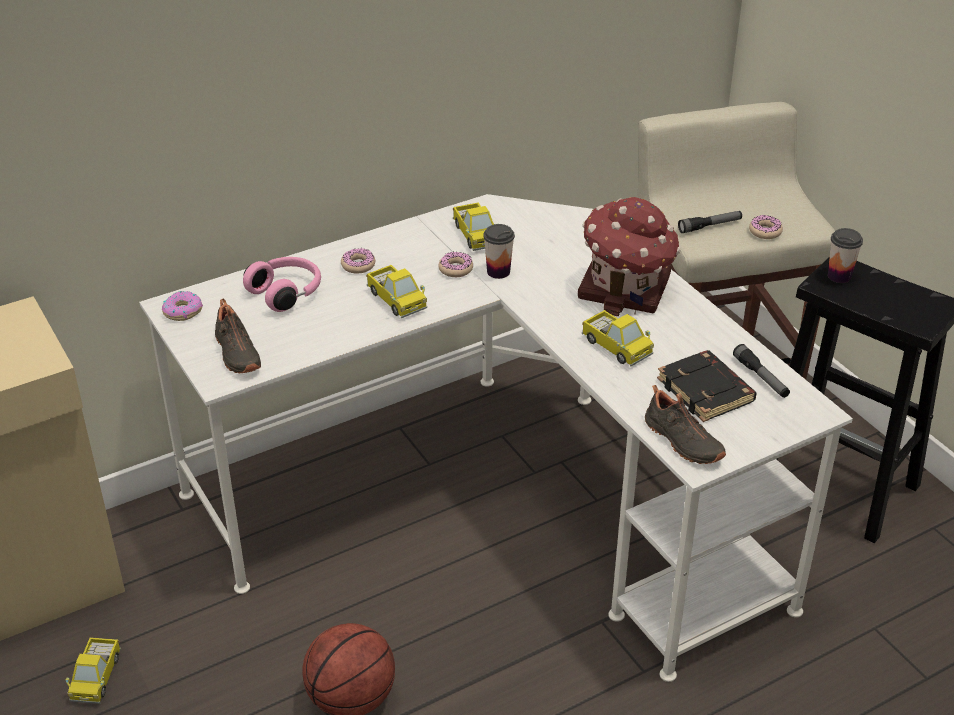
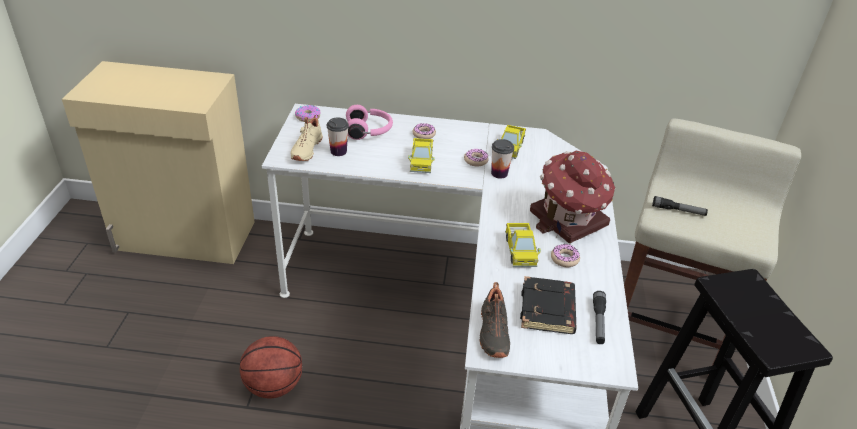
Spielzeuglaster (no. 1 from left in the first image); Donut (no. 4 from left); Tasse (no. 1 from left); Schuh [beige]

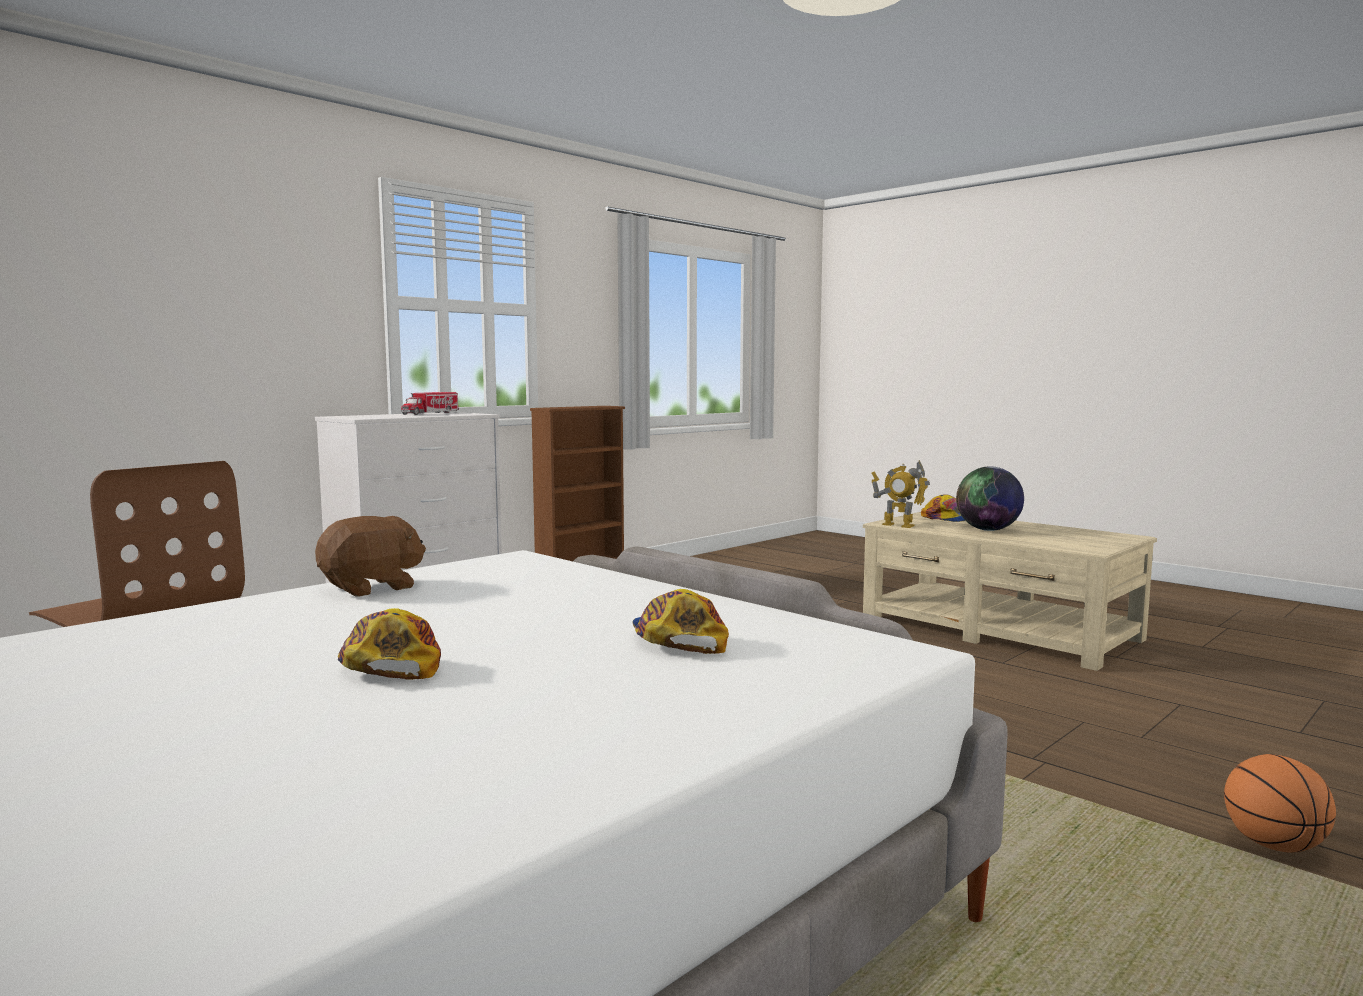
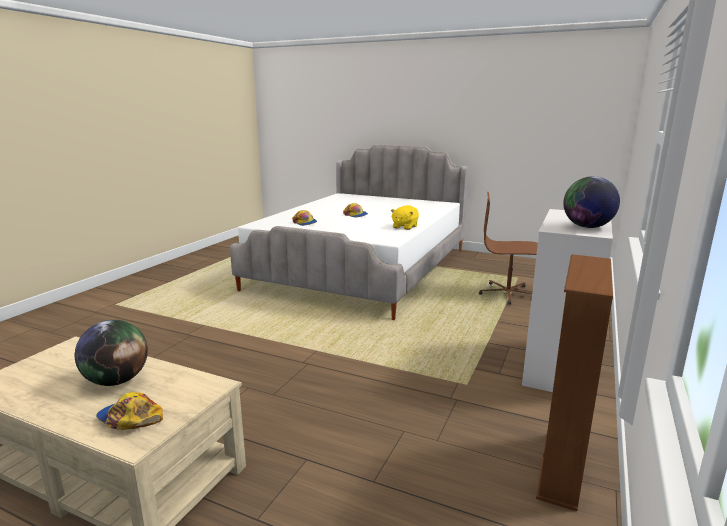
Spielzeugroboter; Basketball; Globus (no. 2 from left); Plüschtier [gelb]

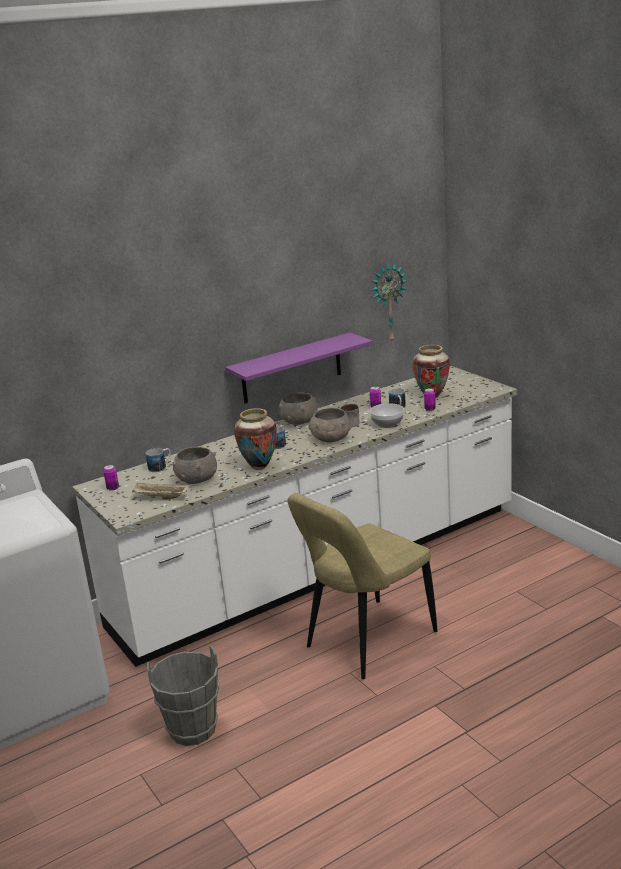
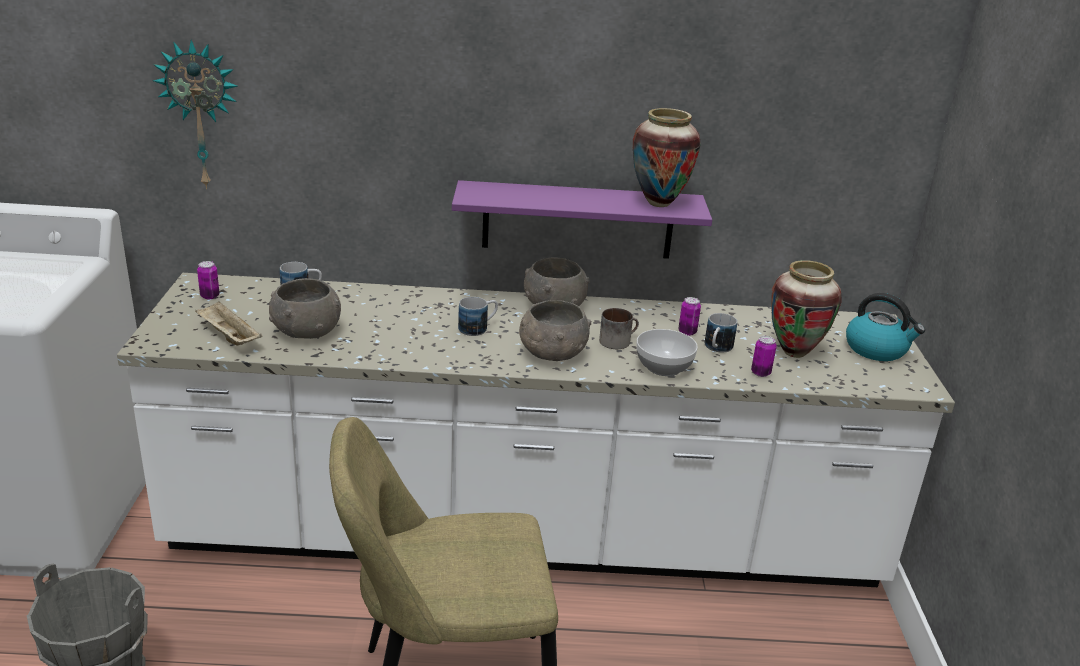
Wasserkessel; Vase (no. 1 from left); Wanduhr

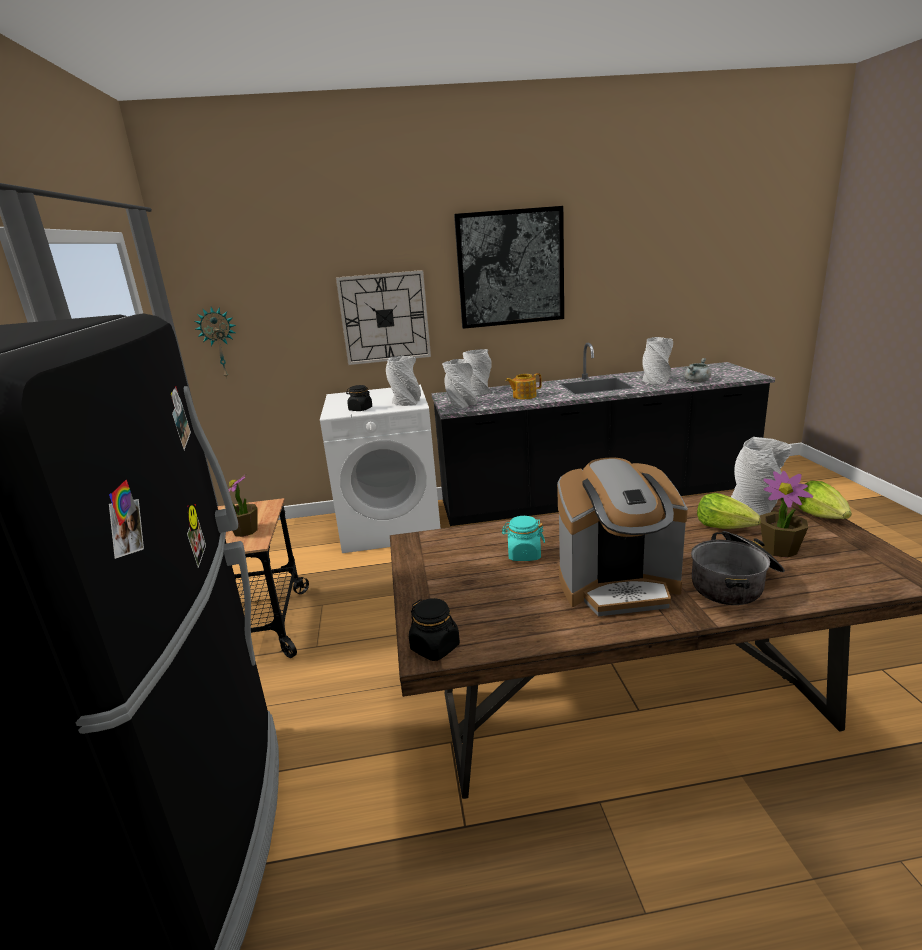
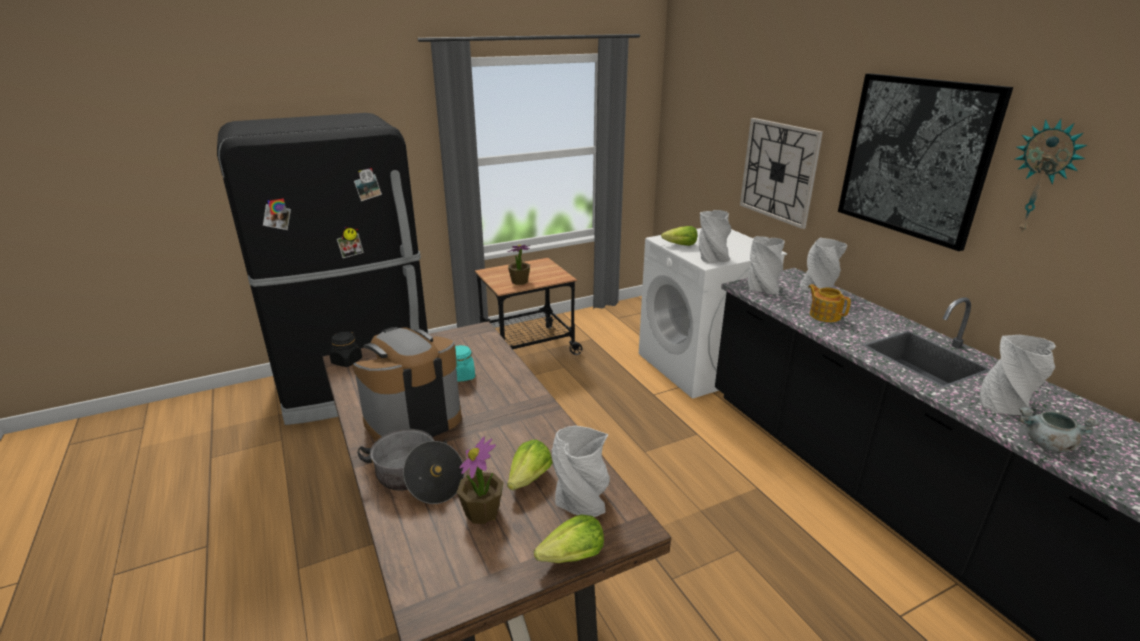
Wanduhr (no. 2 from left); Salatkopf (no. 3 from left); Kaffeemaschine

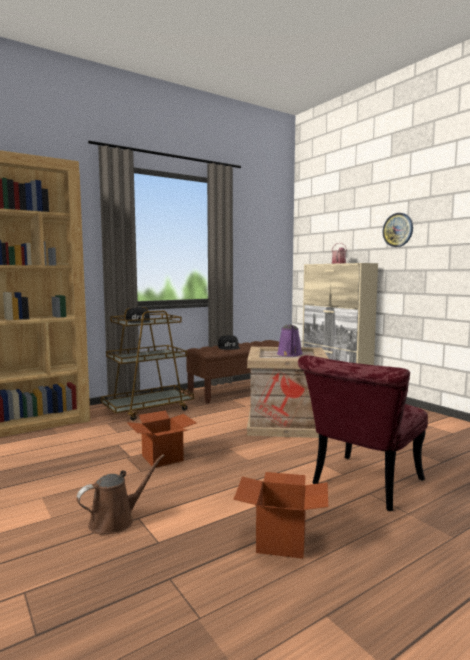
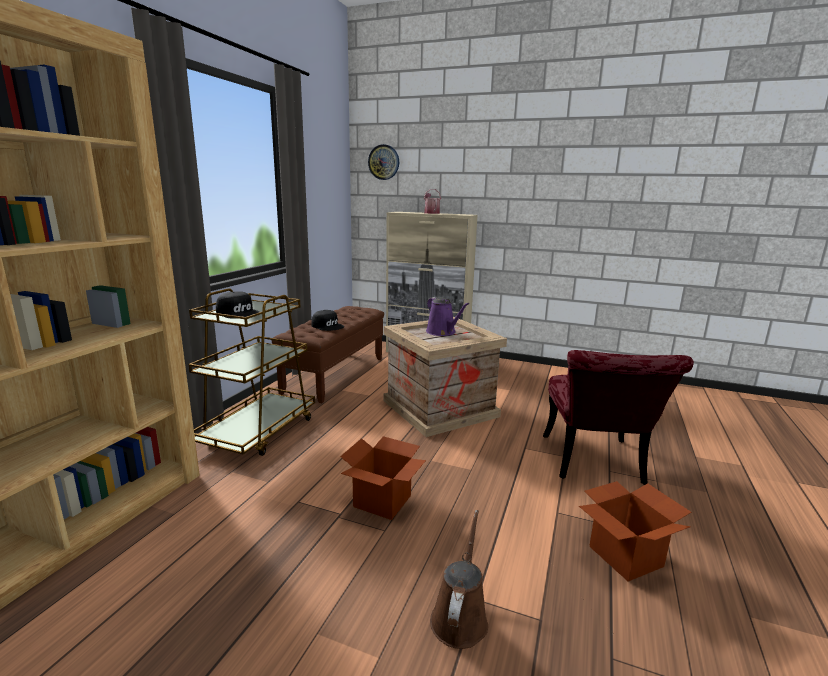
Wanduhr

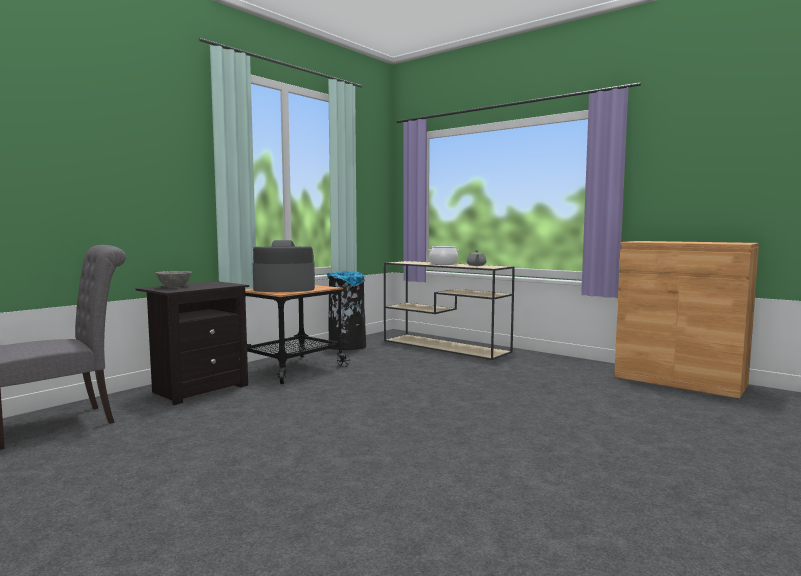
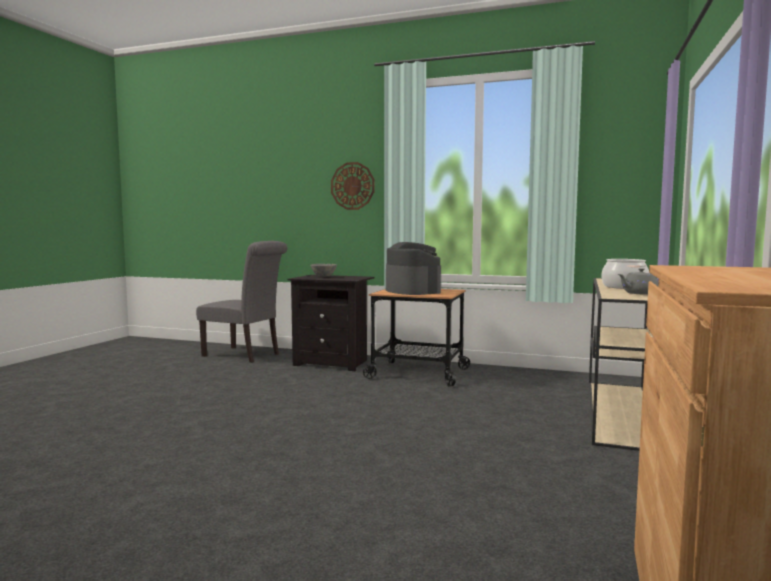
Mülleimer [schwarz]; Wanduhr

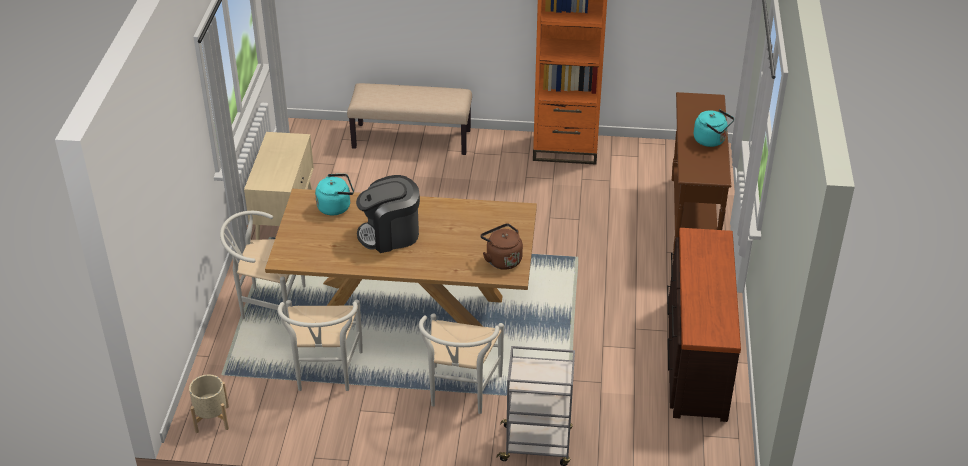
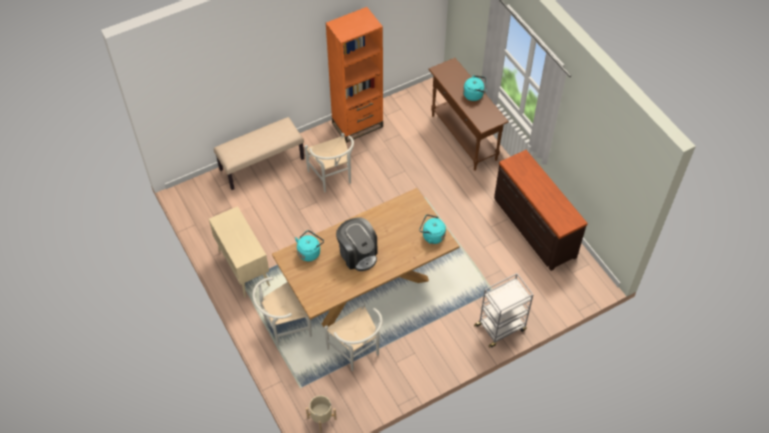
Stuhl [weiß] (no. 2 from left); Wasserkessel [türkis] (no. 2 from left); Kaffeemaschine

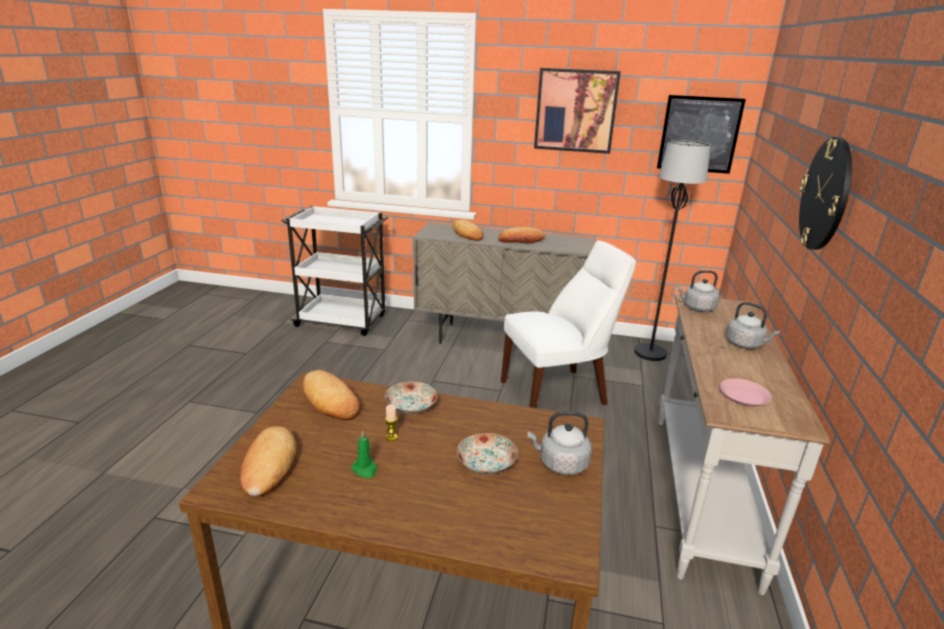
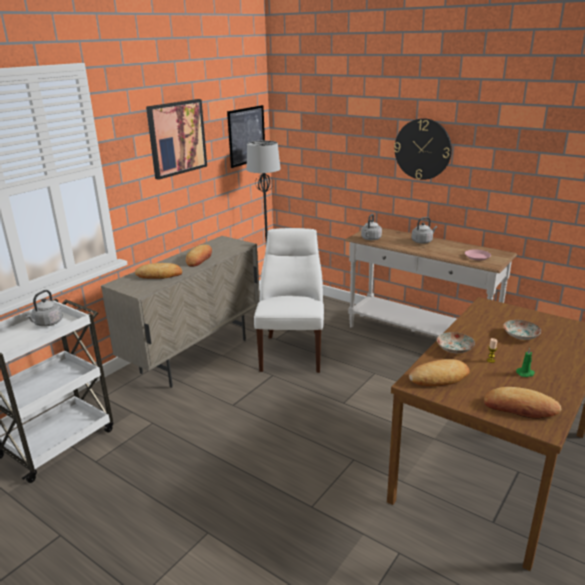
Wasserkessel [grau] (no. 1 from left)

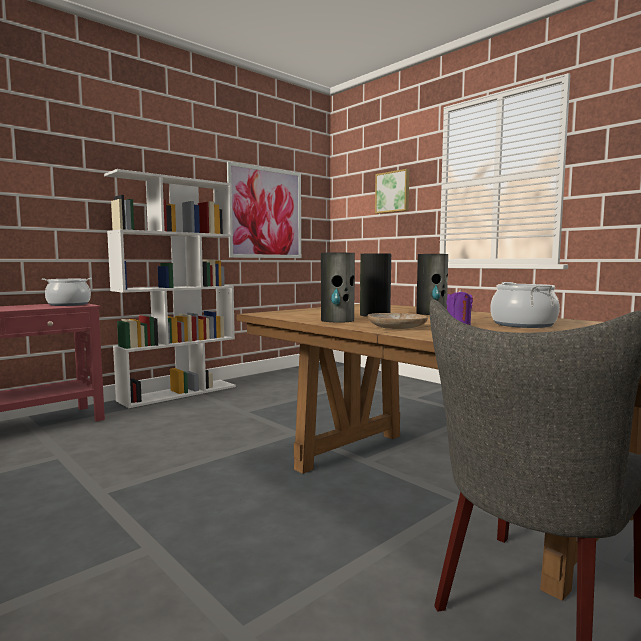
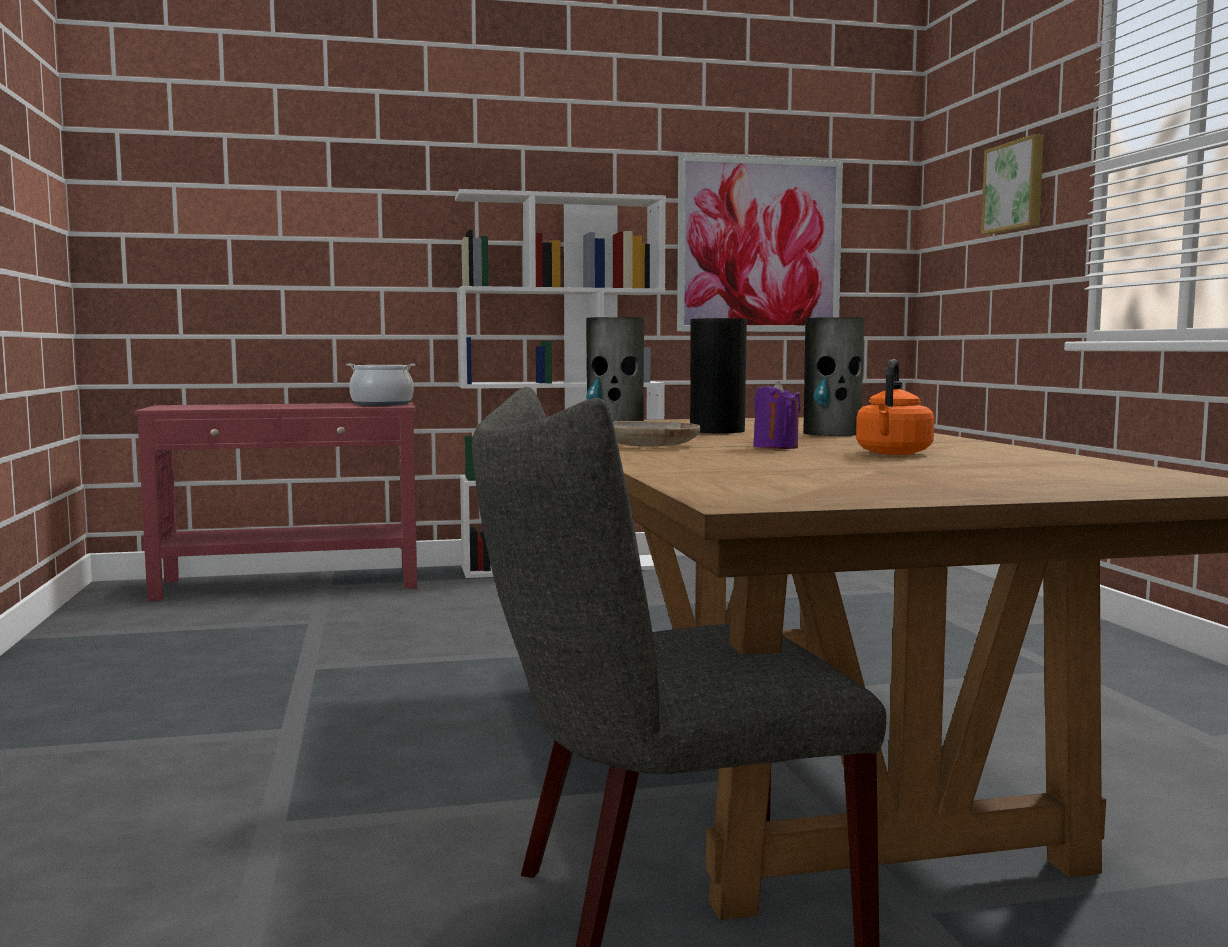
Wasserkessel [orange]

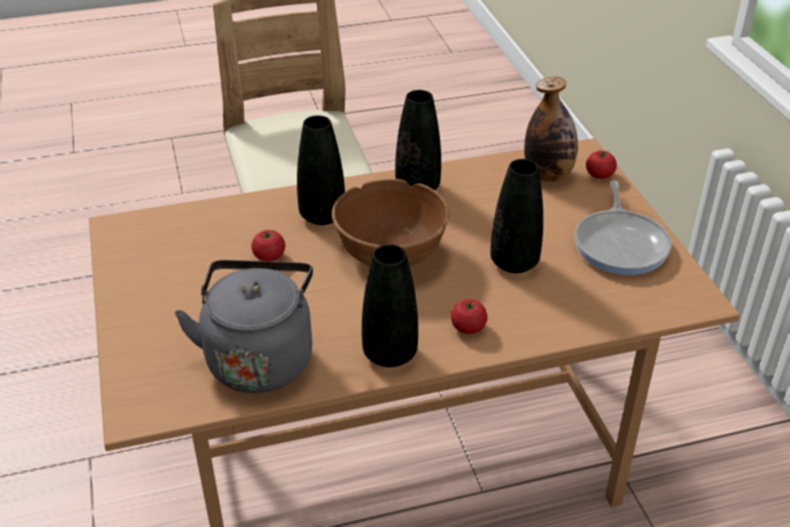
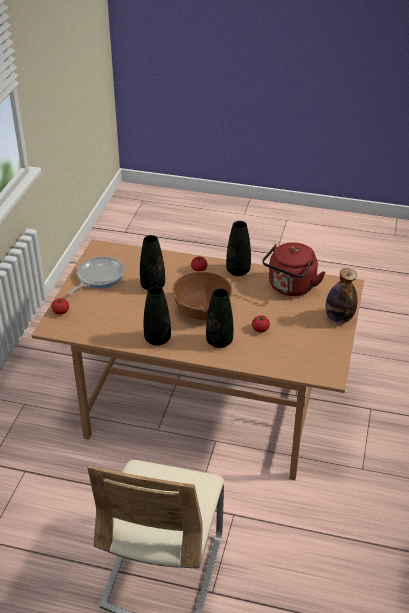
Flasche; Wasserkessel [rot]

